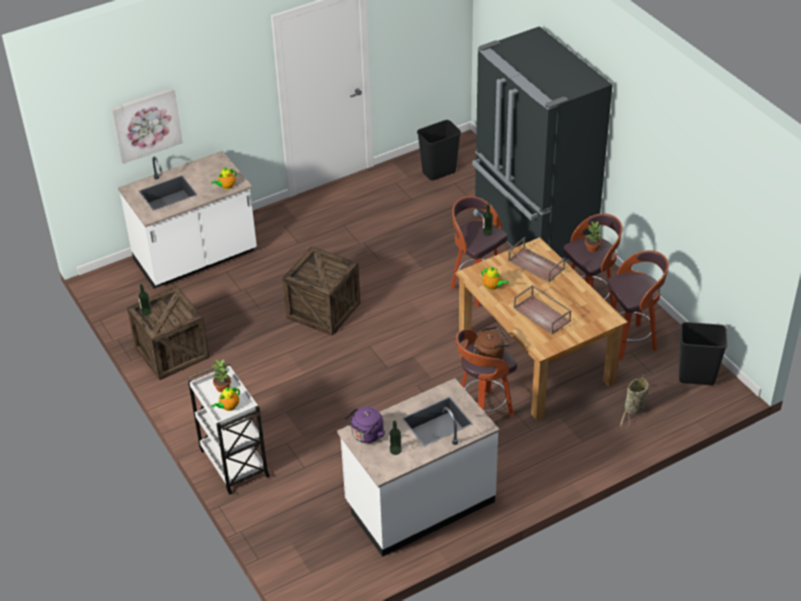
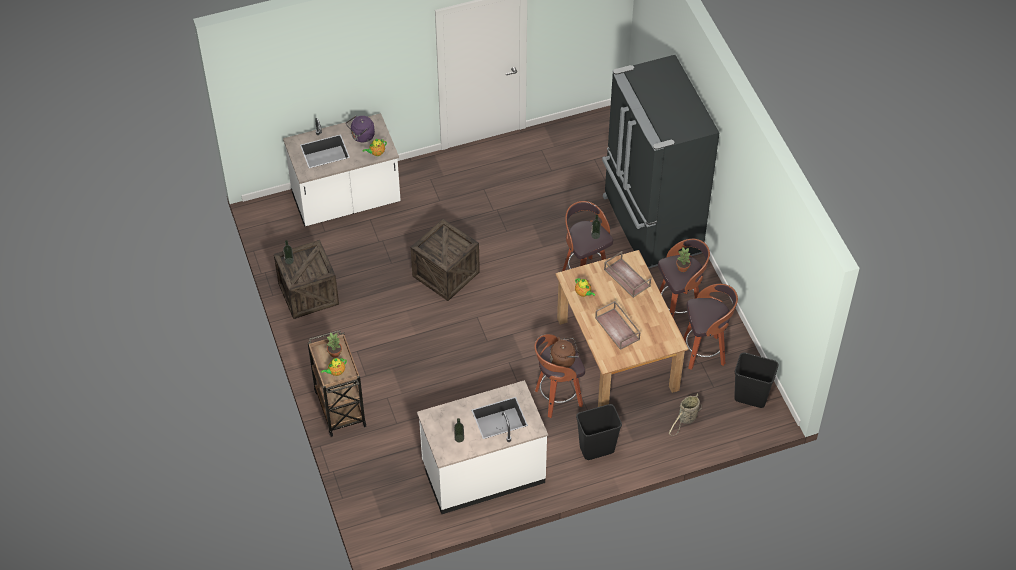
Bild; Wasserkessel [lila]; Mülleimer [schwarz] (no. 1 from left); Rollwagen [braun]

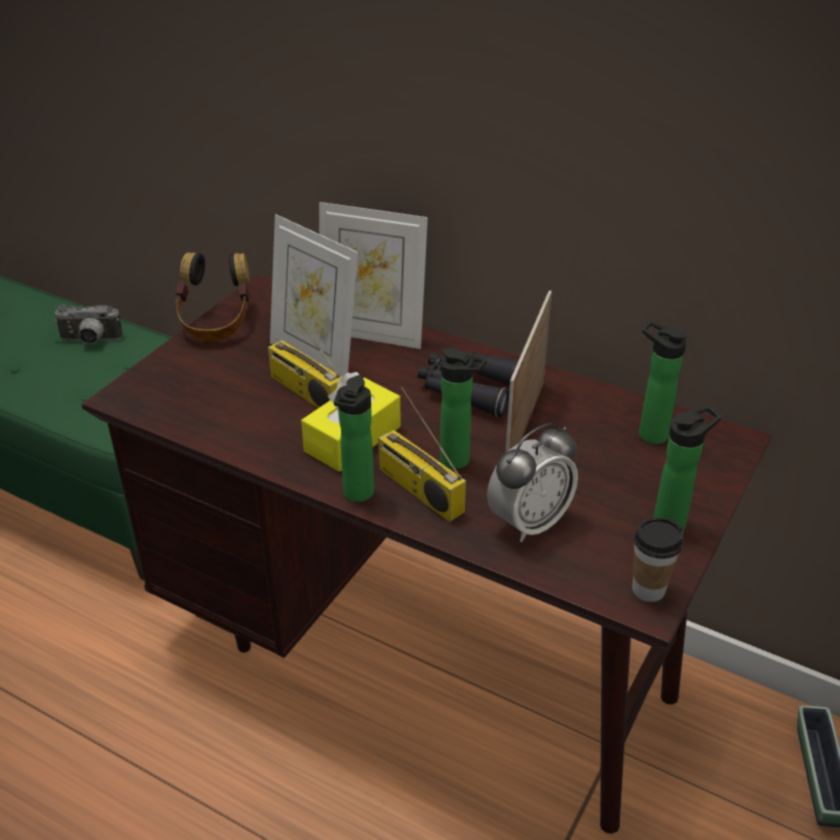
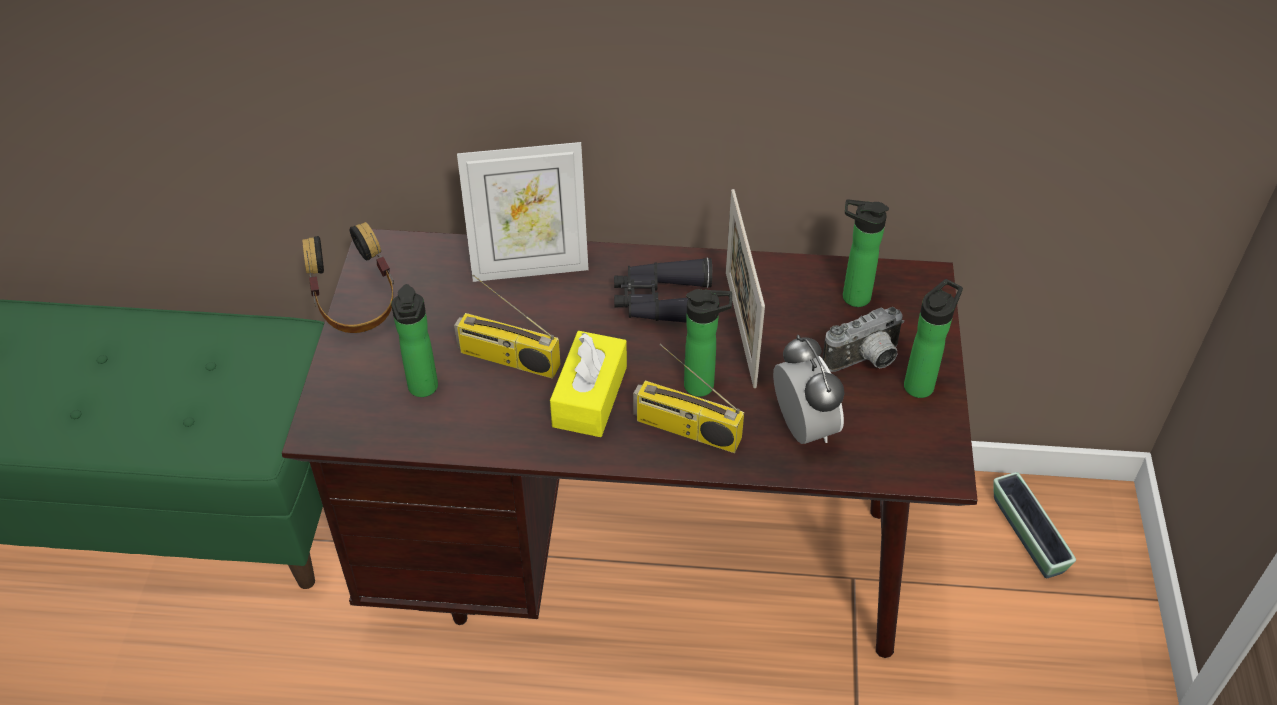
Bilderrahmen (no. 1 from left in the first image); Tasse; Kamera; Flasche (no. 1 from left); Wecker

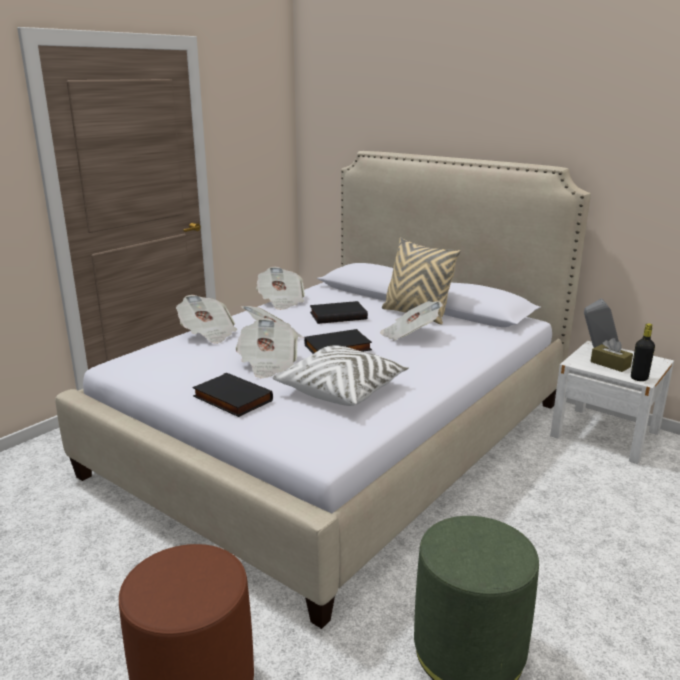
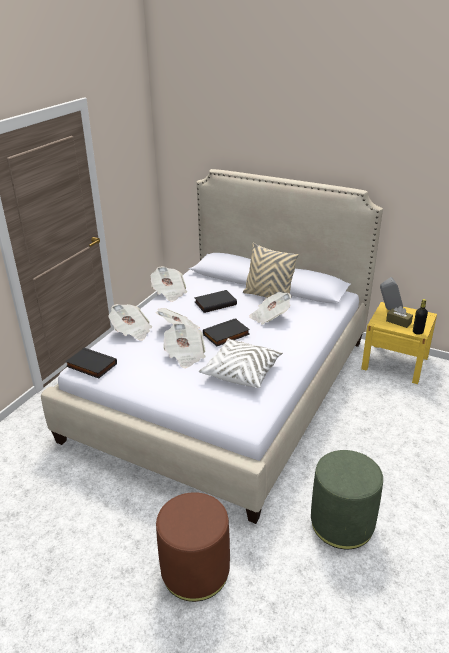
Buch [schwarz] (no. 1 from left); Nachttisch [gelb]

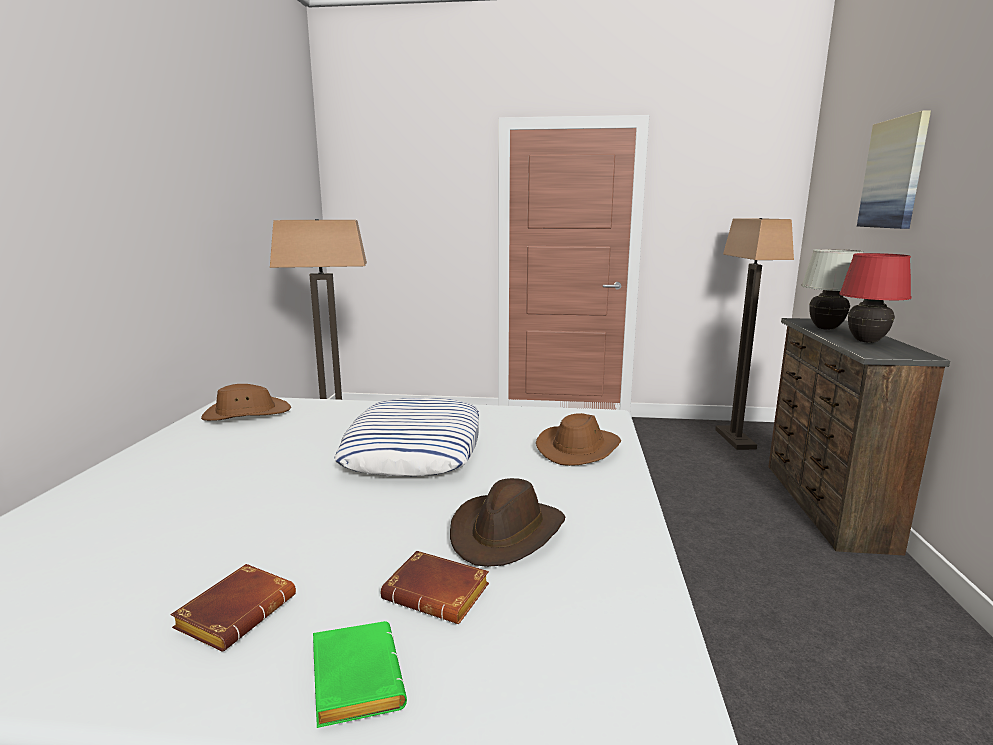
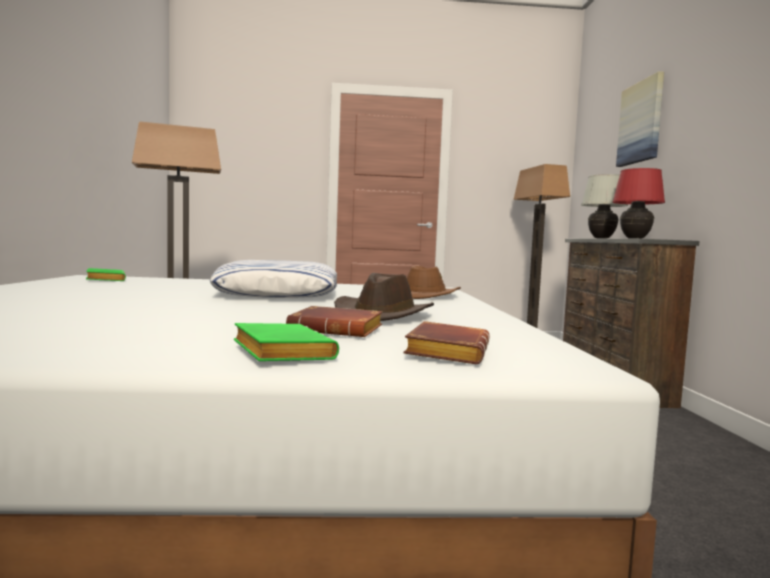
Buch [braun] (no. 2 from left); Buch [grün] (no. 1 from left)

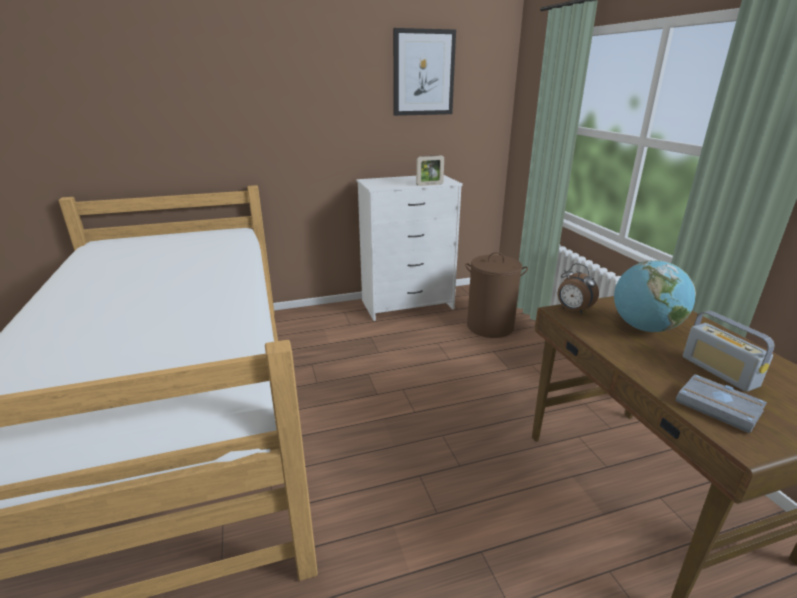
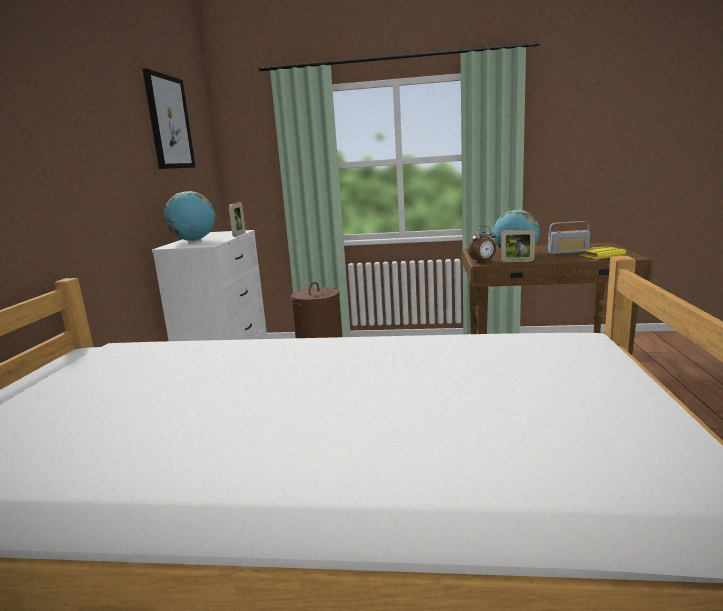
Globus (no. 1 from left); Bilderrahmen (no. 2 from left); Buch [gelb]

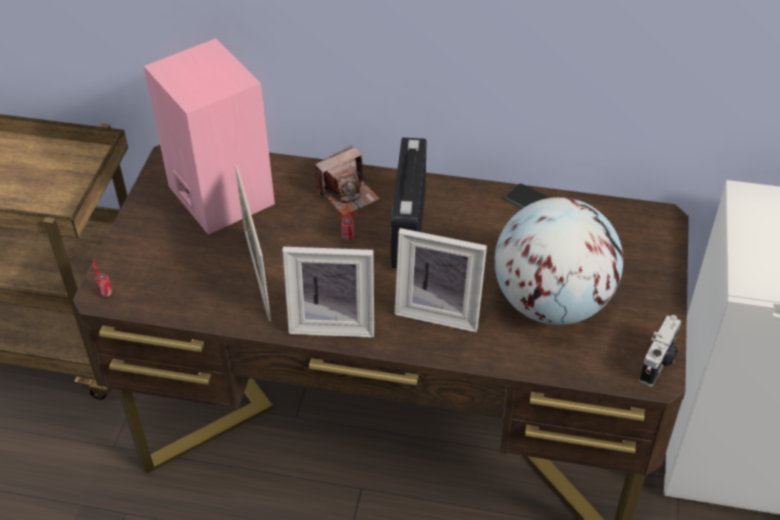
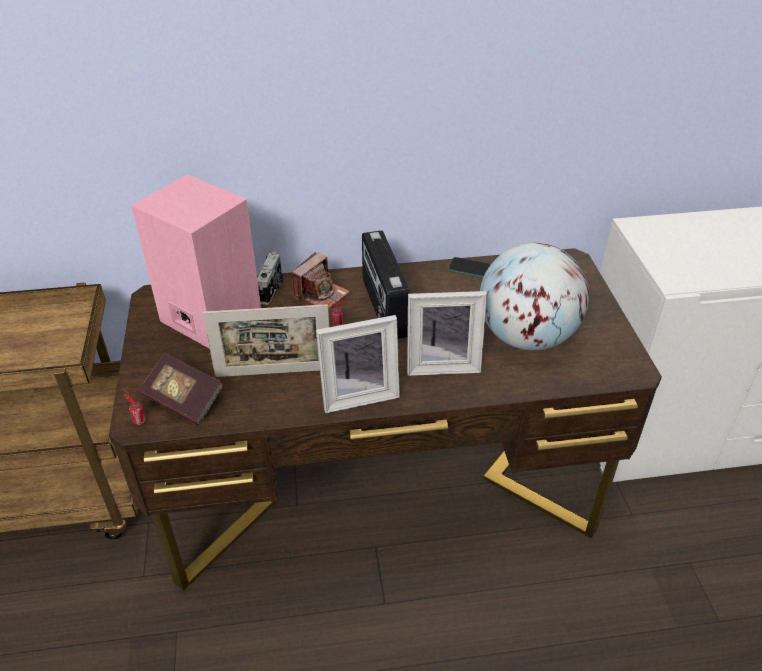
Buch; Kamera (no. 1 from left); Bilderrahmen (no. 1 from left)

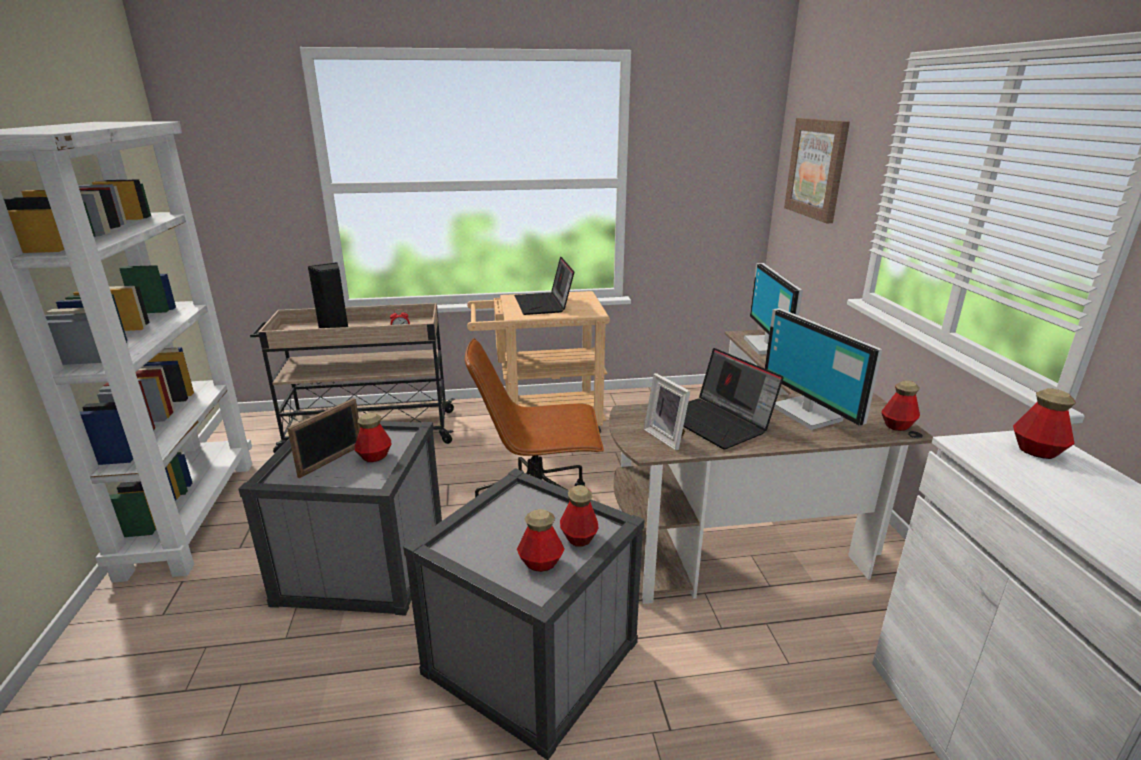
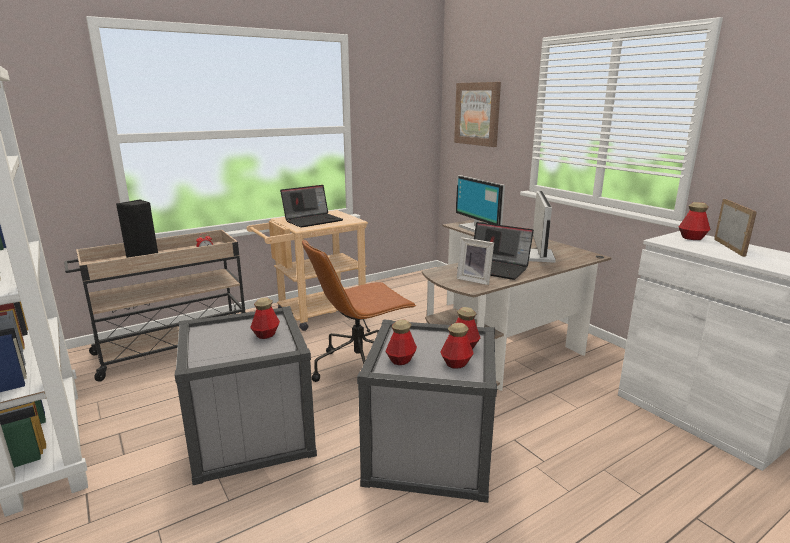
Bilderrahmen (no. 2 from left); Flasche (no. 2 from left); Laptop (no. 1 from left); Monitor (no. 2 from left)

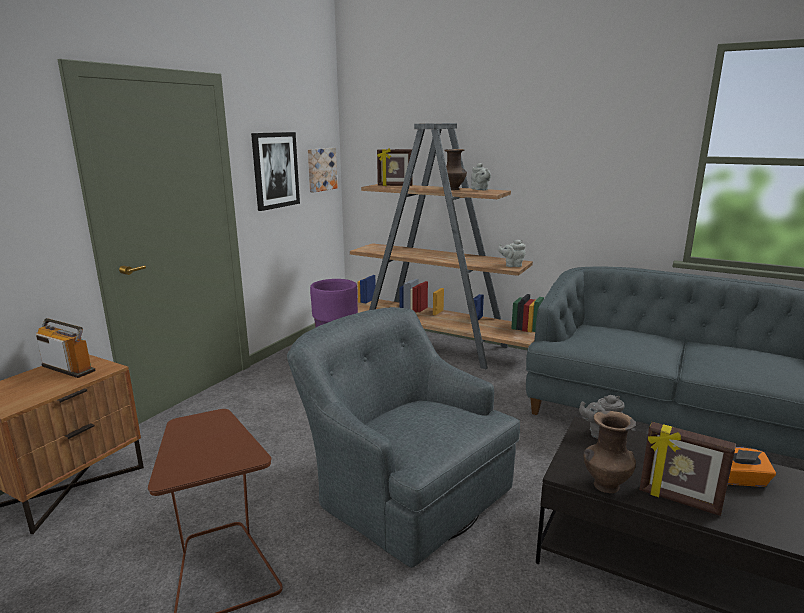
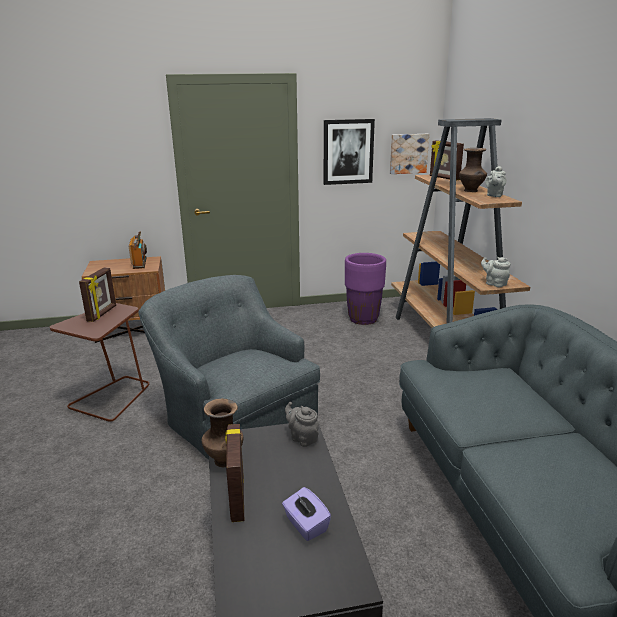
Bilderrahmen (no. 1 from left); Taschentuchbox [lila]; Sessel [grau]

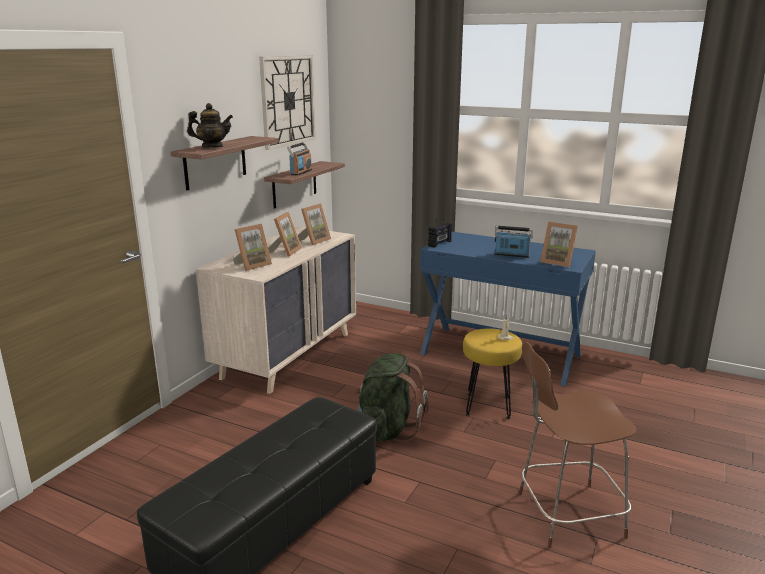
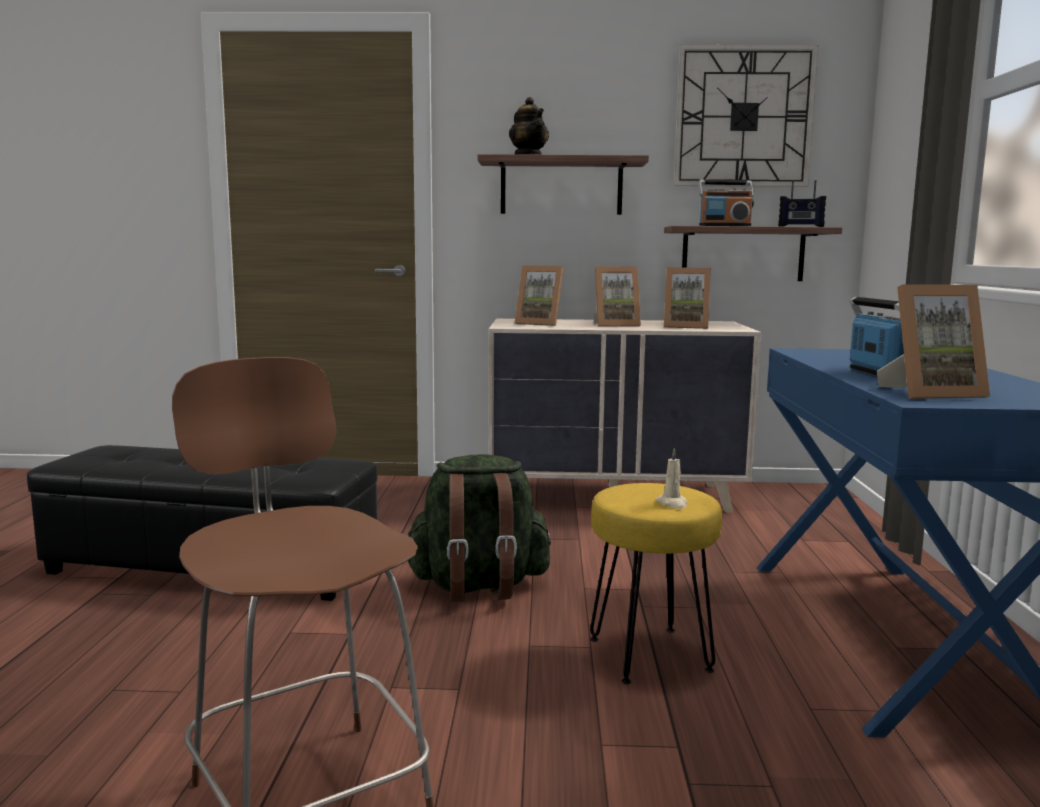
Radio (no. 2 from left); Bilderrahmen (no. 4 from left)

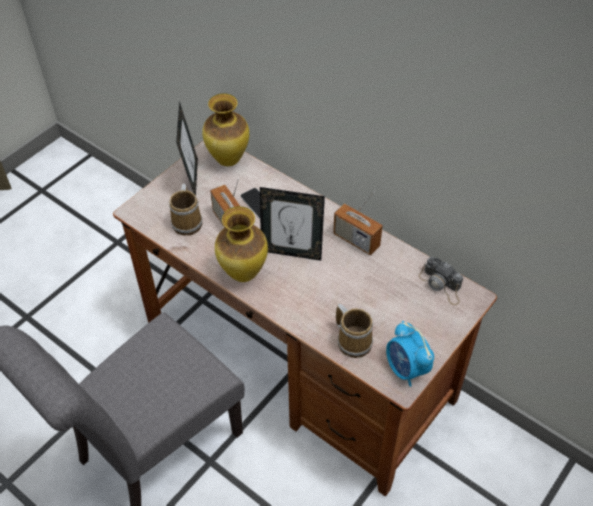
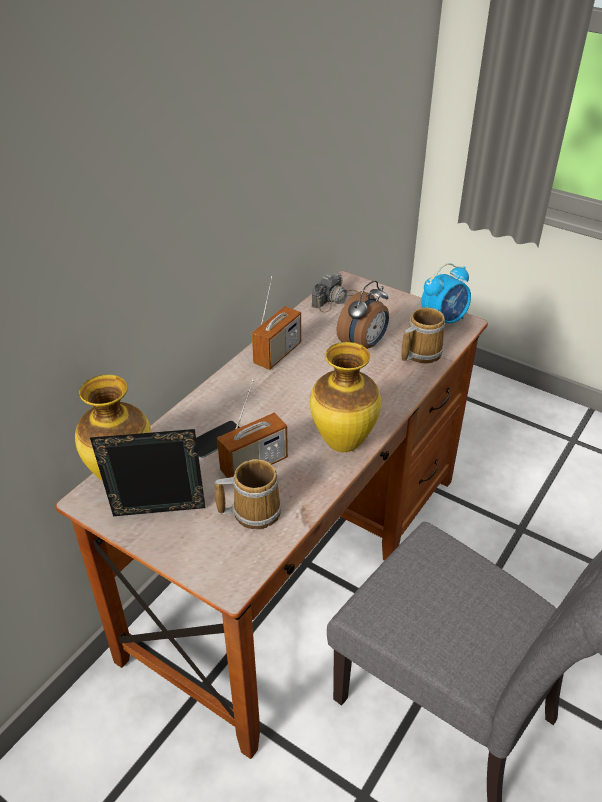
Bilderrahmen (no. 2 from left in the first image); Wecker (no. 1 from left)

